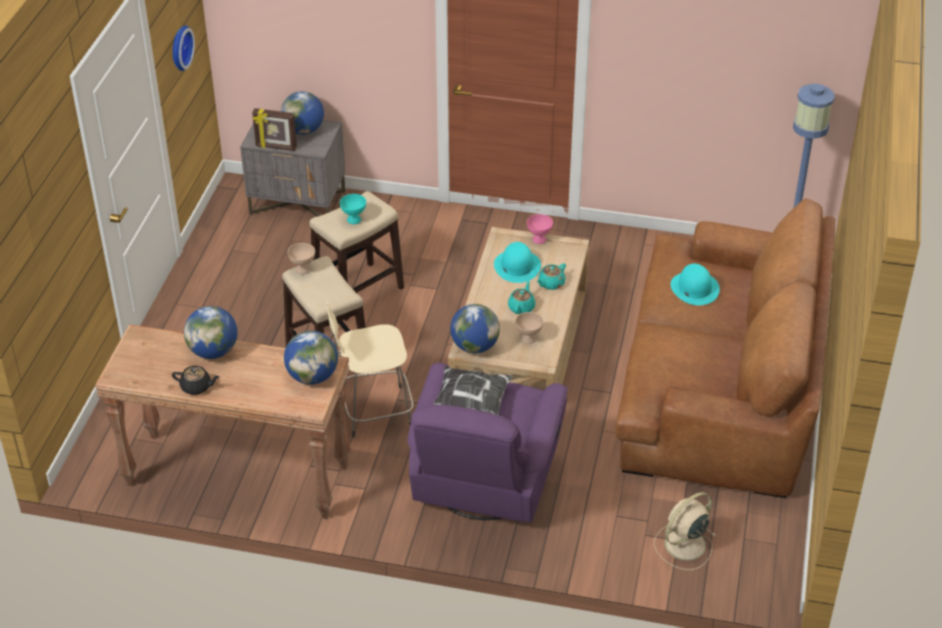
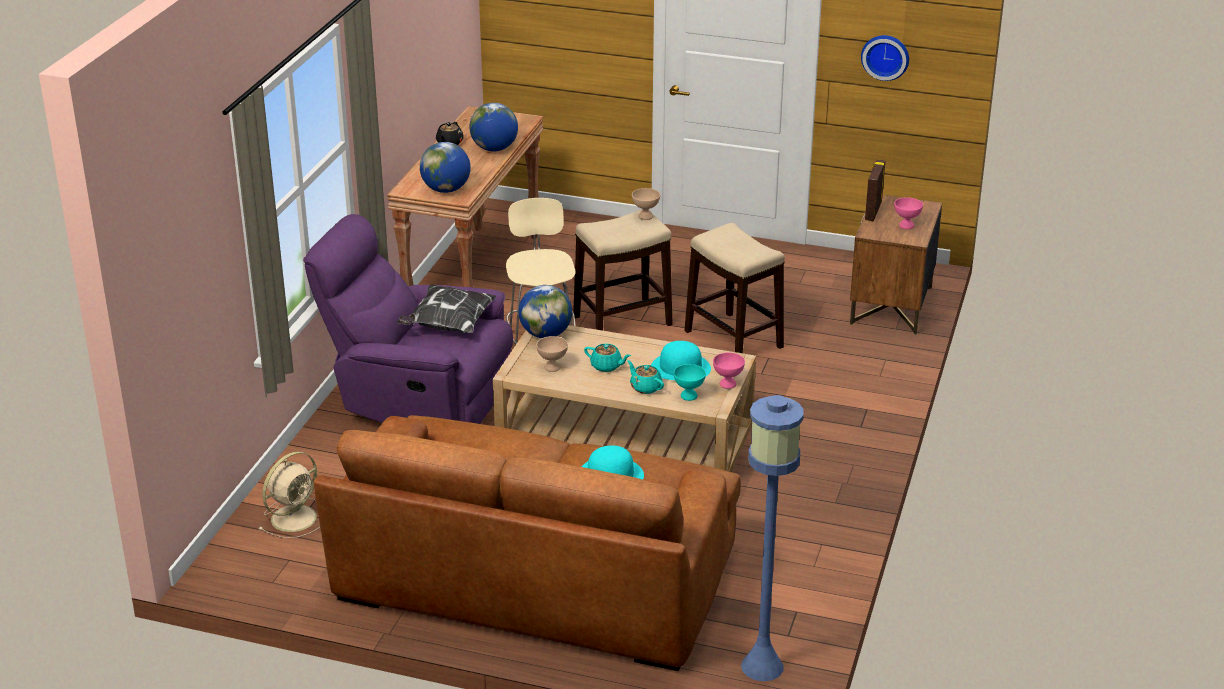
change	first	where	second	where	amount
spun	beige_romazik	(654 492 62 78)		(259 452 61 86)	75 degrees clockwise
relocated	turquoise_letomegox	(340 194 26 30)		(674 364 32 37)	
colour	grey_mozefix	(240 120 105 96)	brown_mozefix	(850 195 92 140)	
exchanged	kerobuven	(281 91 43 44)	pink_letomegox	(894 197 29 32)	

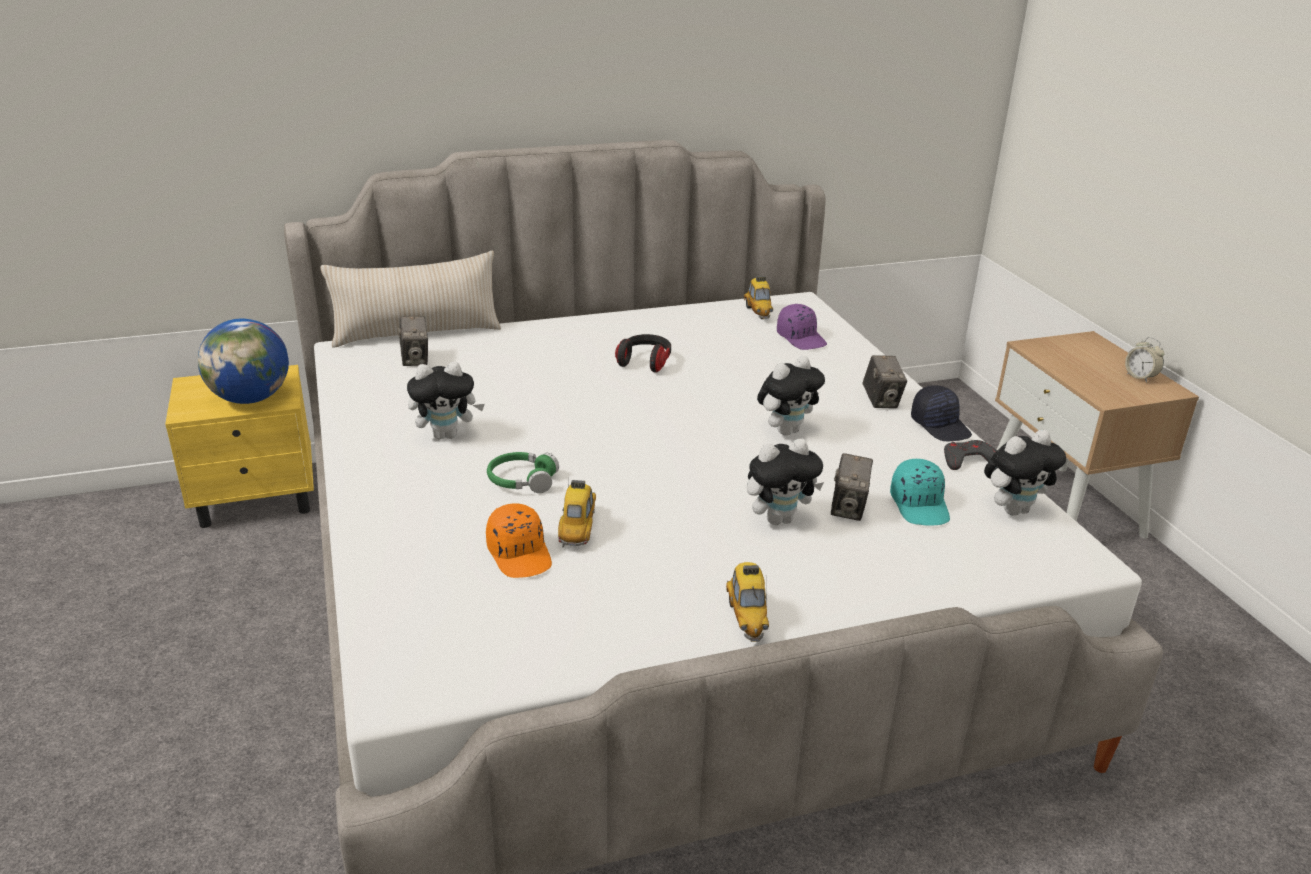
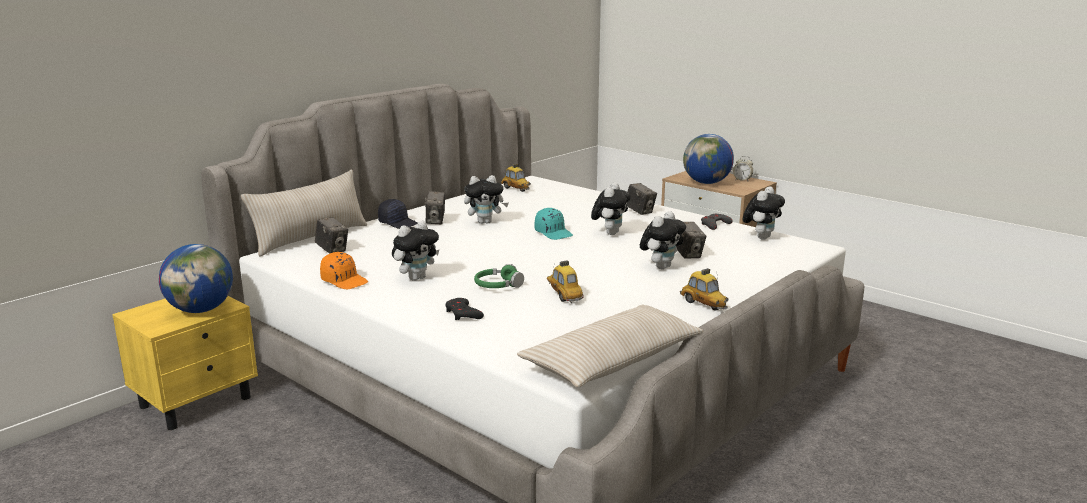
change	first	where	second	where	amount
relocated	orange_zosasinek	(486 503 66 75)		(320 252 48 37)	
relocated	black_zosasinek	(911 385 61 57)		(378 199 40 30)	
appeared			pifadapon	(425 191 20 33)	
appeared			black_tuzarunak	(445 298 39 22)	
exchanged	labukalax	(615 334 56 39)	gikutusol	(464 175 45 49)	
appeared			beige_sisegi	(517 305 187 82)	
relocated	turquoise_zosasinek	(890 459 60 67)		(535 208 38 32)	
appeared			kerobuven	(683 134 51 50)	
missing	purple_zosasinek	(777 304 50 46)			

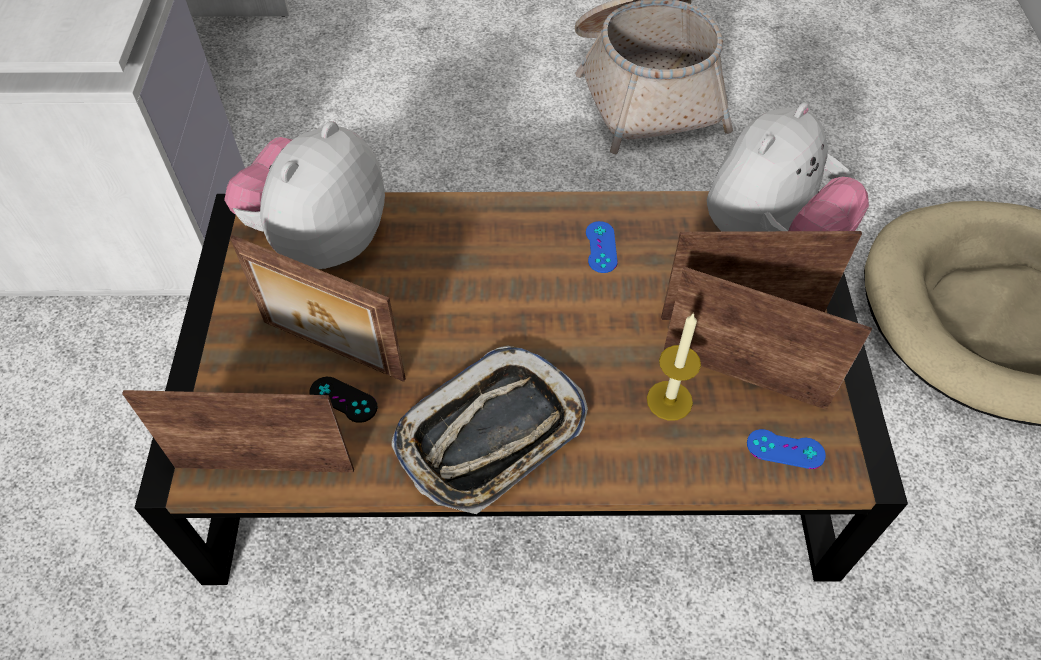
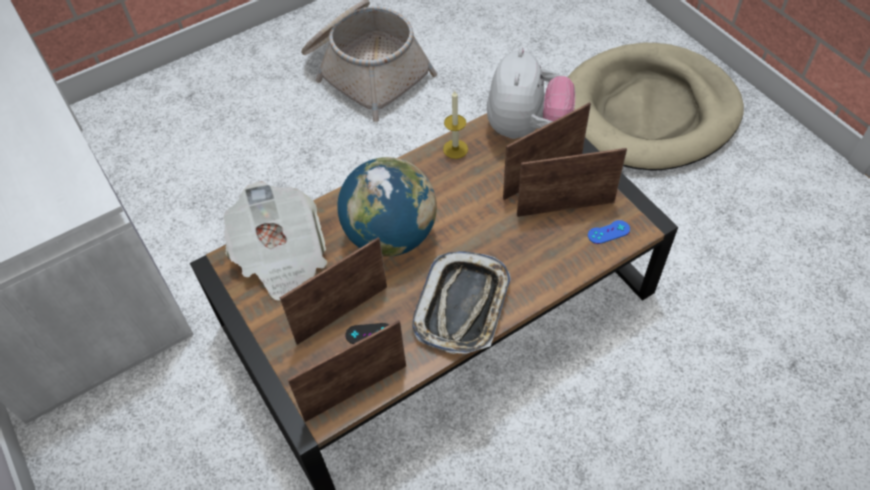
change	first	where	second	where	amount
exchanged	gikutusol	(224 121 161 148)	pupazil	(223 181 104 120)	
spun	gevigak	(230 235 176 147)		(279 237 108 108)	150 degrees clockwise
appeared			kerobuven	(337 157 100 99)	
relocated	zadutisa	(647 313 54 108)		(443 91 25 68)	
missing	blue_tuzarunak	(586 221 32 52)			

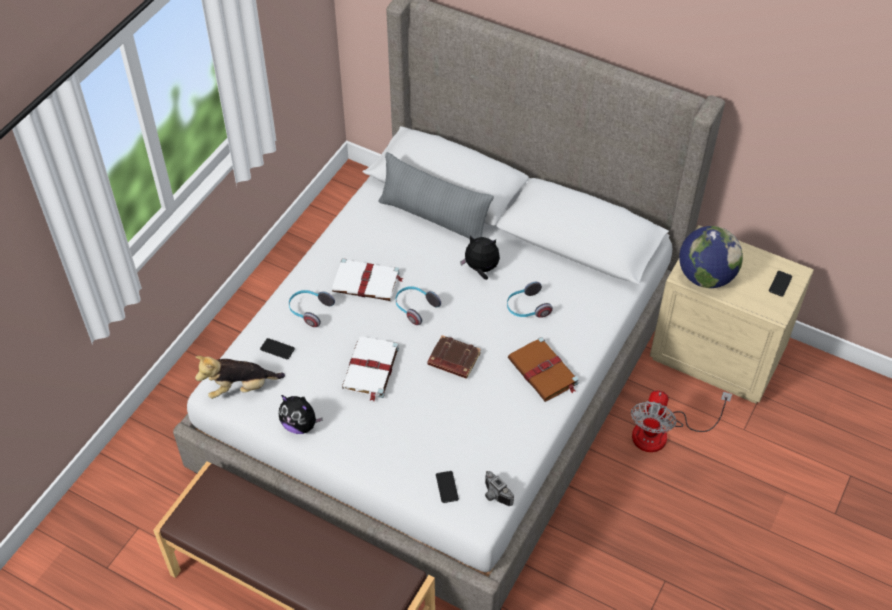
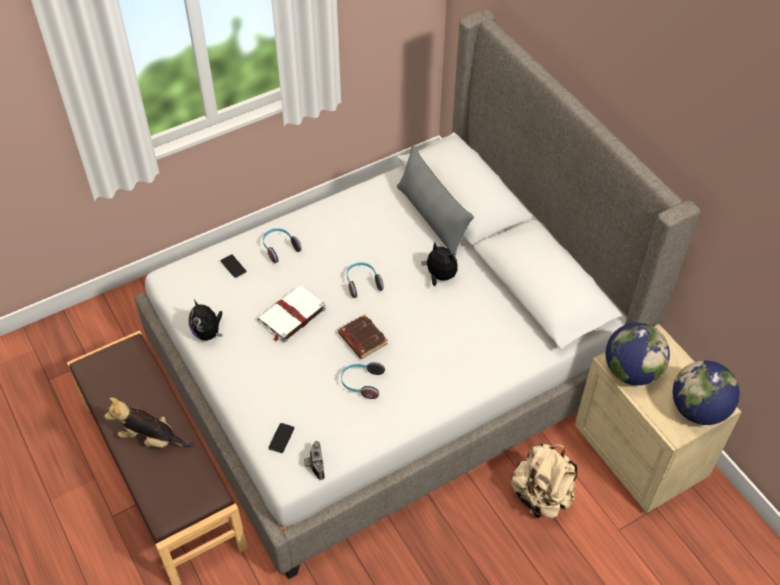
change	first	where	second	where	amount
relocated	gikutusol	(195 356 90 43)		(104 398 89 50)	
relocated	labukalax	(507 282 46 36)		(341 362 44 37)	
exchanged	romazik	(631 390 101 62)	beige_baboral	(511 444 66 74)	
exchanged	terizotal	(769 271 23 26)	kerobuven	(673 360 67 65)	
missing	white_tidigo	(332 258 72 43)			
missing	brown_tidigo	(508 337 71 65)			

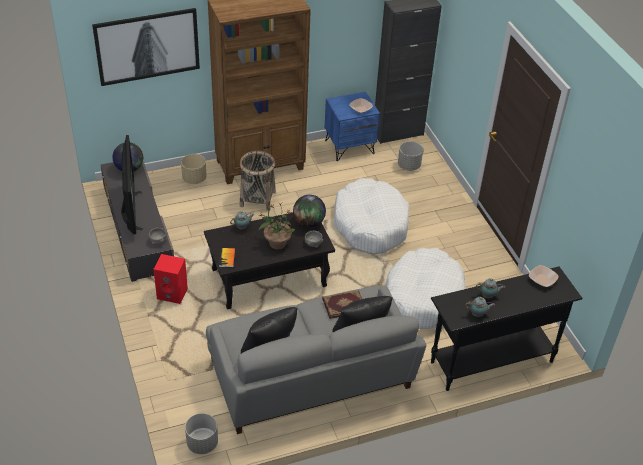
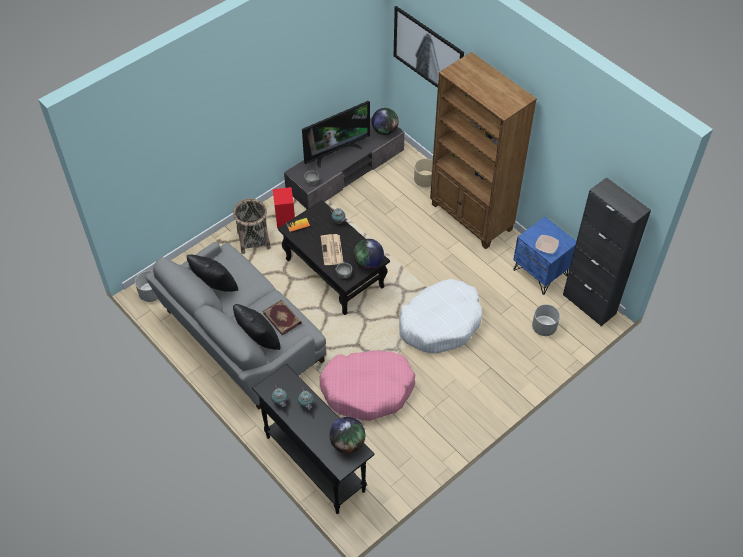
change	first	where	second	where	amount
relocated	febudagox	(240 151 36 60)		(233 199 38 55)	
colour	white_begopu	(386 248 80 81)	pink_begopu	(320 351 95 70)	
exchanged	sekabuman	(259 203 36 47)	pupazil	(321 234 22 31)	
exchanged	letomegox	(529 265 30 22)	kerobuven	(329 417 36 36)	

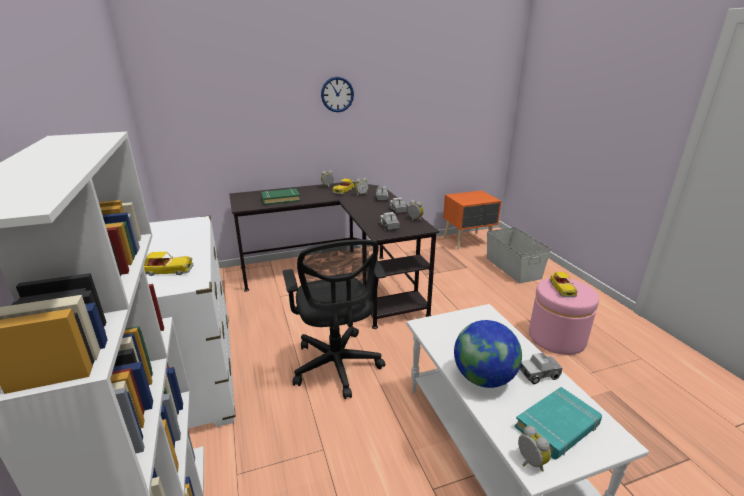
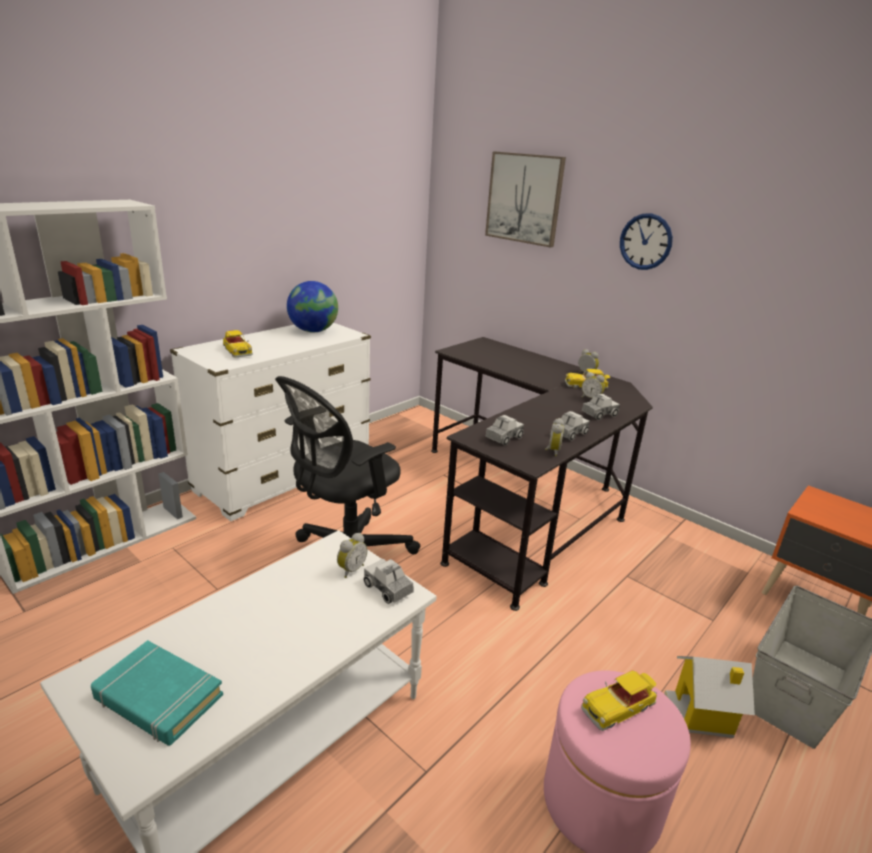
change	first	where	second	where	amount
relocated	kerobuven	(454 320 68 68)		(287 281 51 51)	
relocated	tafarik	(518 425 33 47)		(337 533 30 45)	
relocated	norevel	(519 353 43 31)		(364 559 49 45)	
appeared			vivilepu	(485 151 81 96)	
appeared			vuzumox	(665 656 90 82)	
missing	green_tidigo	(261 188 39 17)			

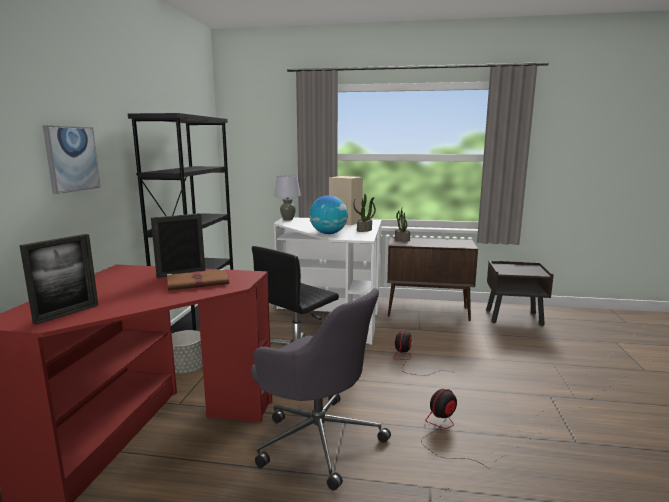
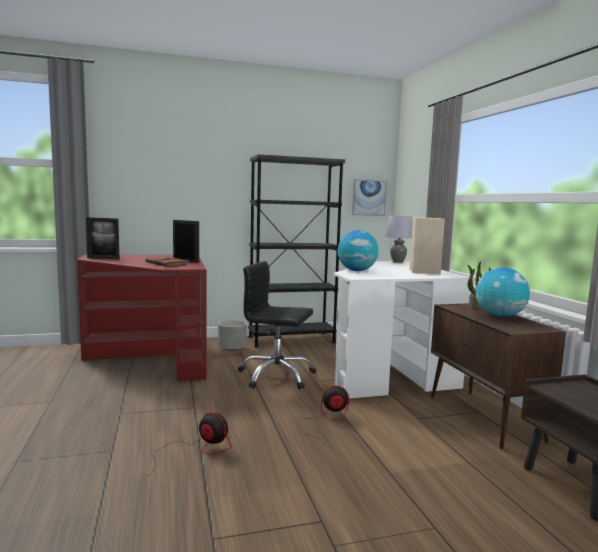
change	first	where	second	where	amount
relocated	vivilepu	(43 125 57 69)		(352 180 35 36)	
appeared			kerobuven	(476 267 54 50)	
missing	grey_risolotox	(251 288 140 203)			
missing	sekabuman	(353 194 23 38)			

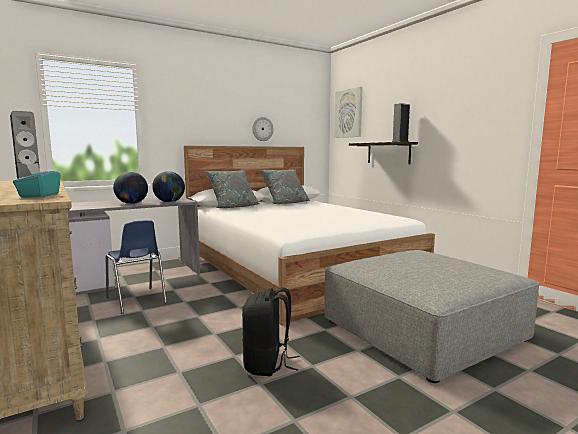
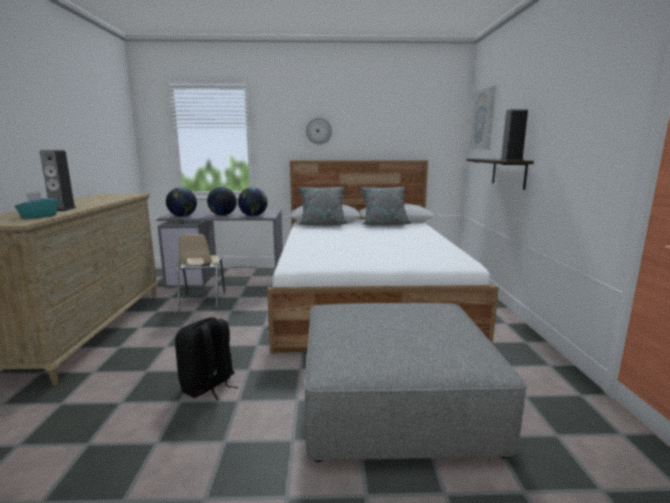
change	first	where	second	where	amount
appeared			kerobuven	(166 187 31 30)	
colour	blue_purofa	(106 220 61 94)	beige_purofa	(176 234 50 76)	
relocated	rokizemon	(252 117 22 24)		(306 117 26 28)	

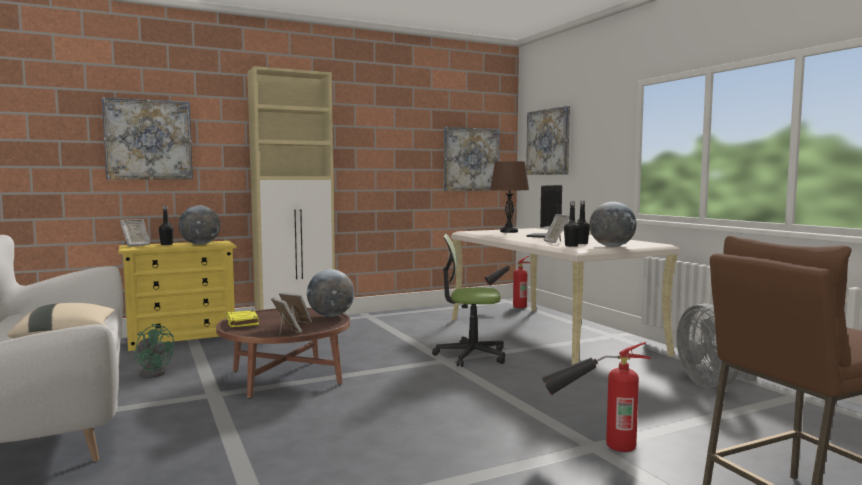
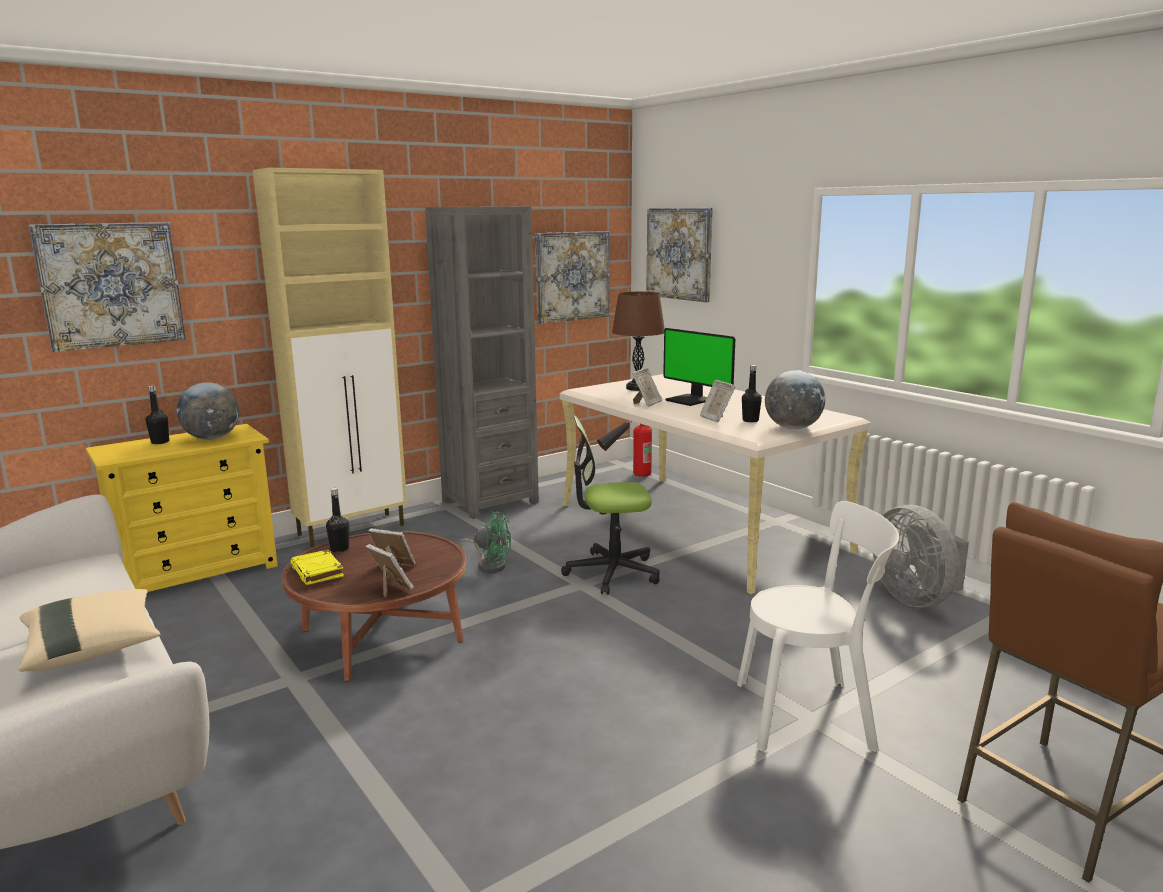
change	first	where	second	where	amount
relocated	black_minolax	(564 201 16 46)		(326 488 23 64)	
appeared			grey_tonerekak	(425 206 114 313)	
relocated	green_romazik	(135 324 40 54)		(460 511 51 62)	
relocated	gevigak	(120 219 30 28)		(632 368 31 39)	
spun	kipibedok	(526 185 36 53)		(663 328 72 78)	60 degrees counterclockwise
exchanged	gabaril	(542 342 109 110)	white_purofa	(737 501 162 251)	
missing	kerobuven	(307 269 47 48)			

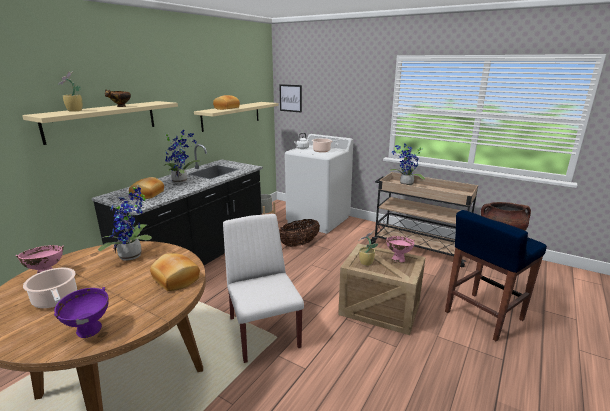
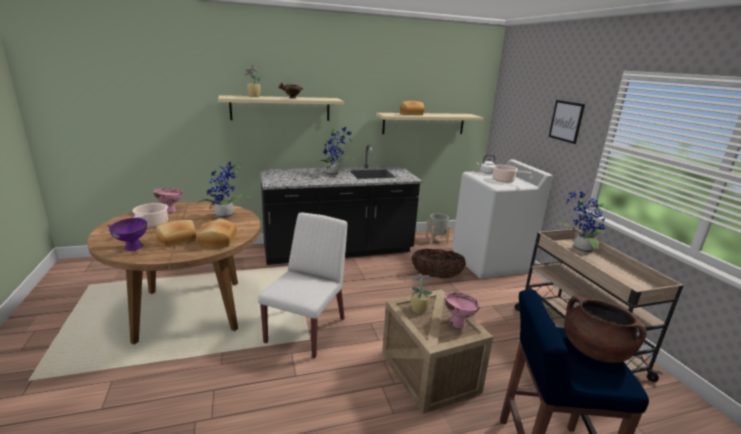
change	first	where	second	where	amount
relocated	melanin	(129 177 35 22)		(156 220 40 27)	
relocated	vivilepu	(279 84 23 29)		(549 100 36 44)	

